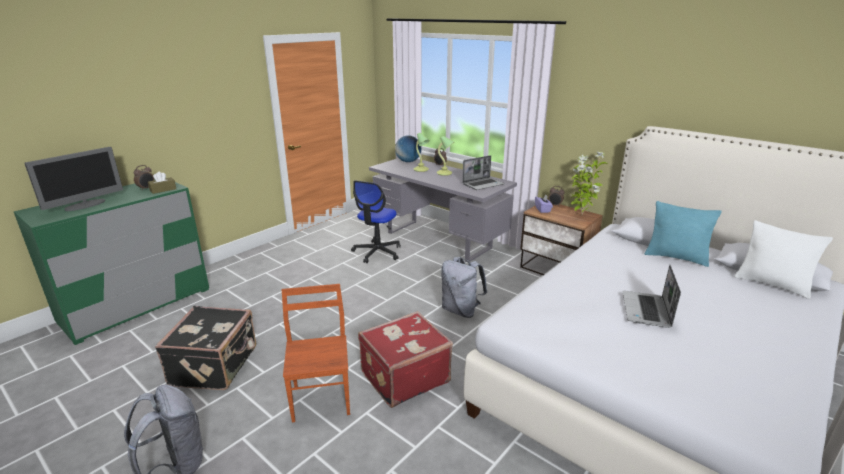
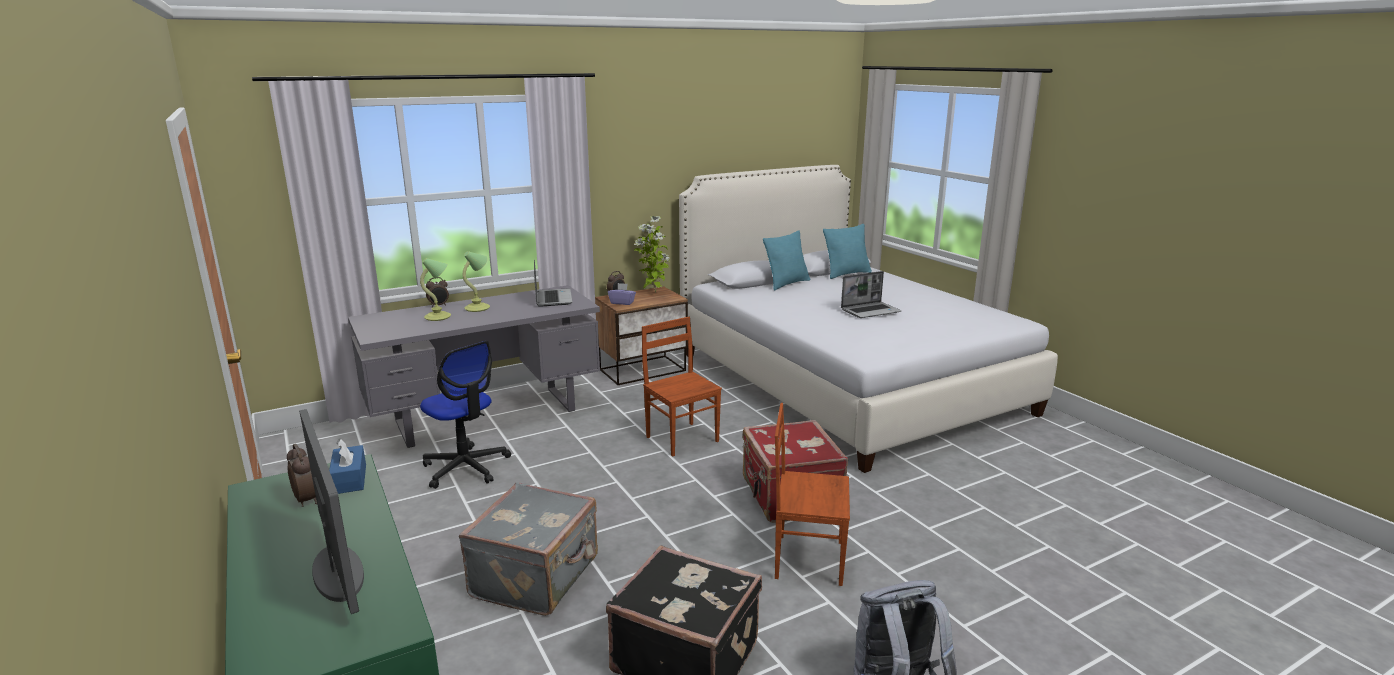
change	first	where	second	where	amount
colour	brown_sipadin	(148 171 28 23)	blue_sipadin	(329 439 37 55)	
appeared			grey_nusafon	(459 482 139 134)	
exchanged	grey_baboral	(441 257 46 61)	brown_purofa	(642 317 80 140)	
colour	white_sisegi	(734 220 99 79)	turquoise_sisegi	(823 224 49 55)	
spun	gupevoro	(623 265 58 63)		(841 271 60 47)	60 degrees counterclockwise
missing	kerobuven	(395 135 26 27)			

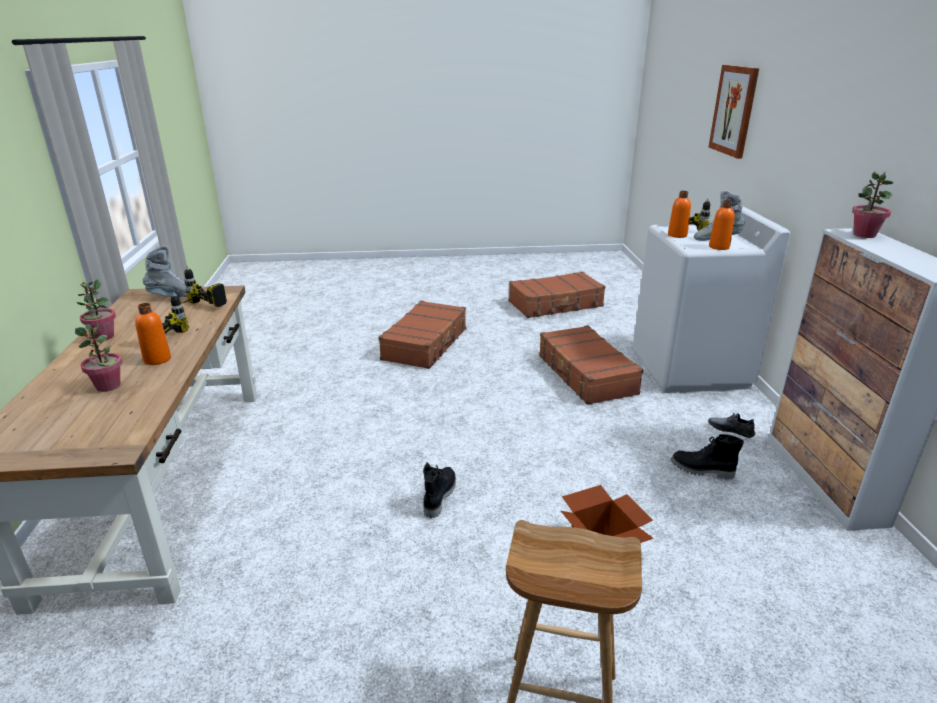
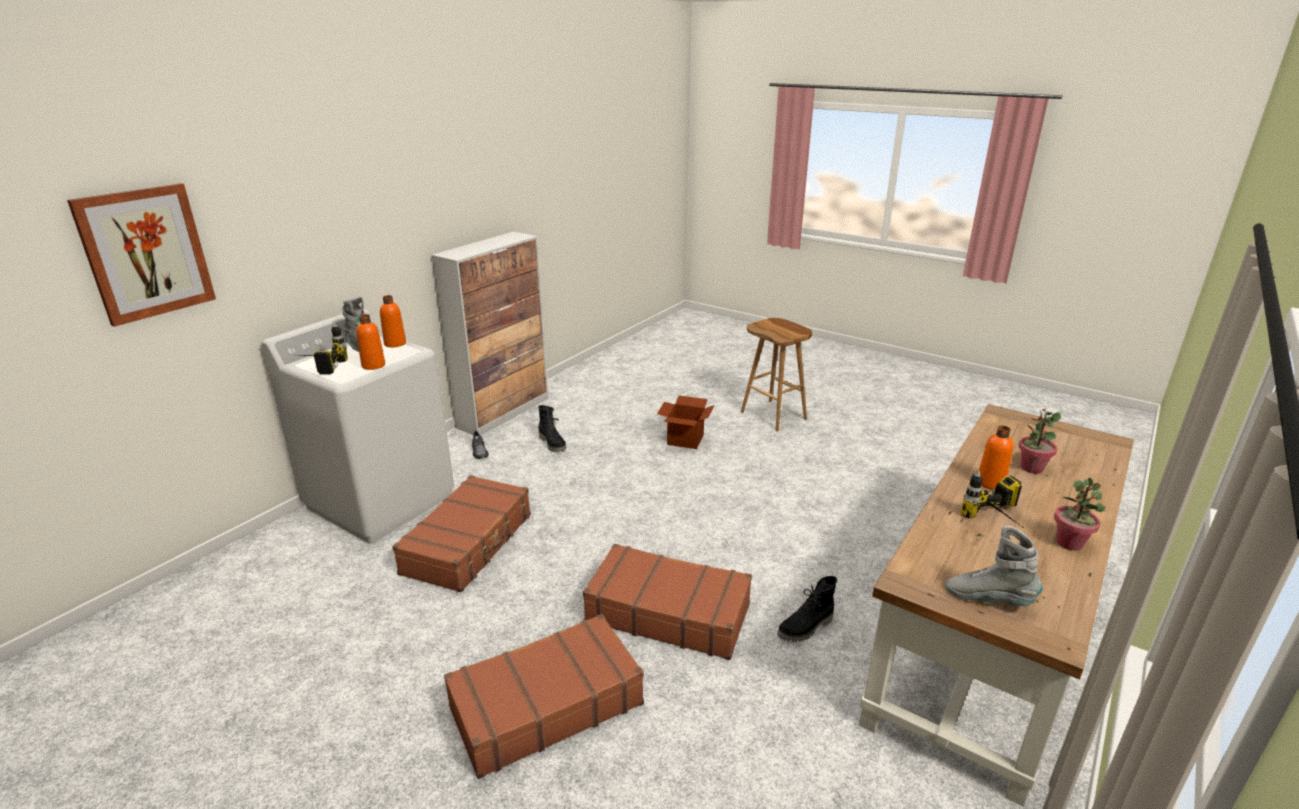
change	first	where	second	where	amount
relocated	brown_nusafon	(509 271 96 47)		(583 544 169 116)	
relocated	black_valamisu	(423 462 33 56)		(777 576 60 66)	
missing	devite	(181 266 46 41)			
missing	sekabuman	(852 172 41 66)			

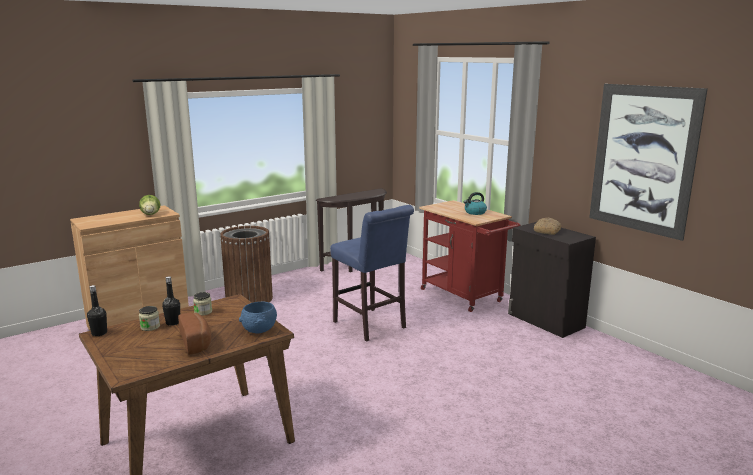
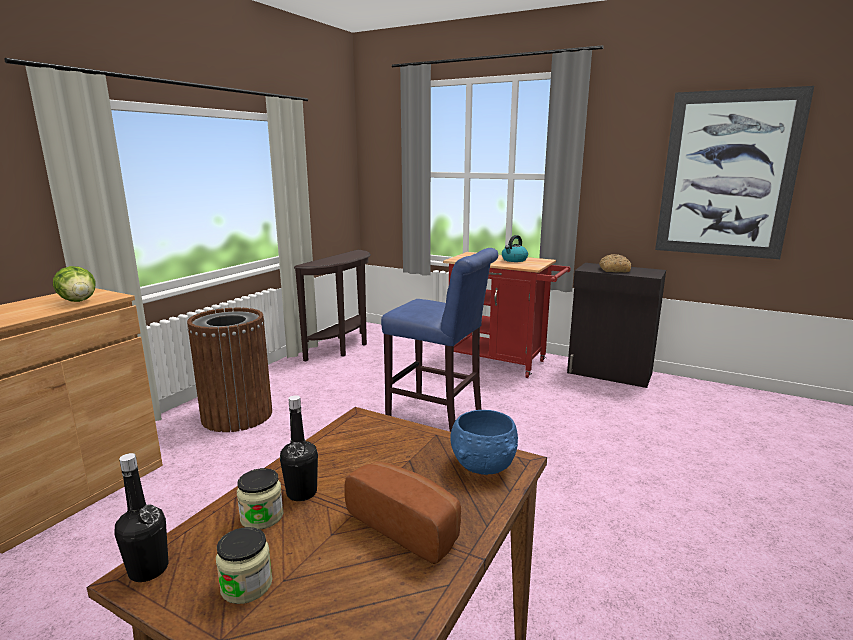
change	first	where	second	where	amount
relocated	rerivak	(193 292 19 24)		(216 527 56 77)	

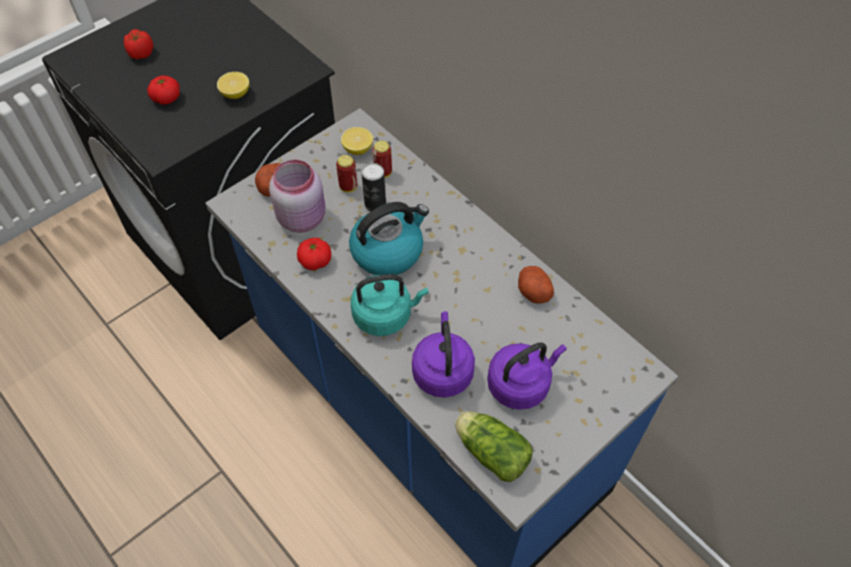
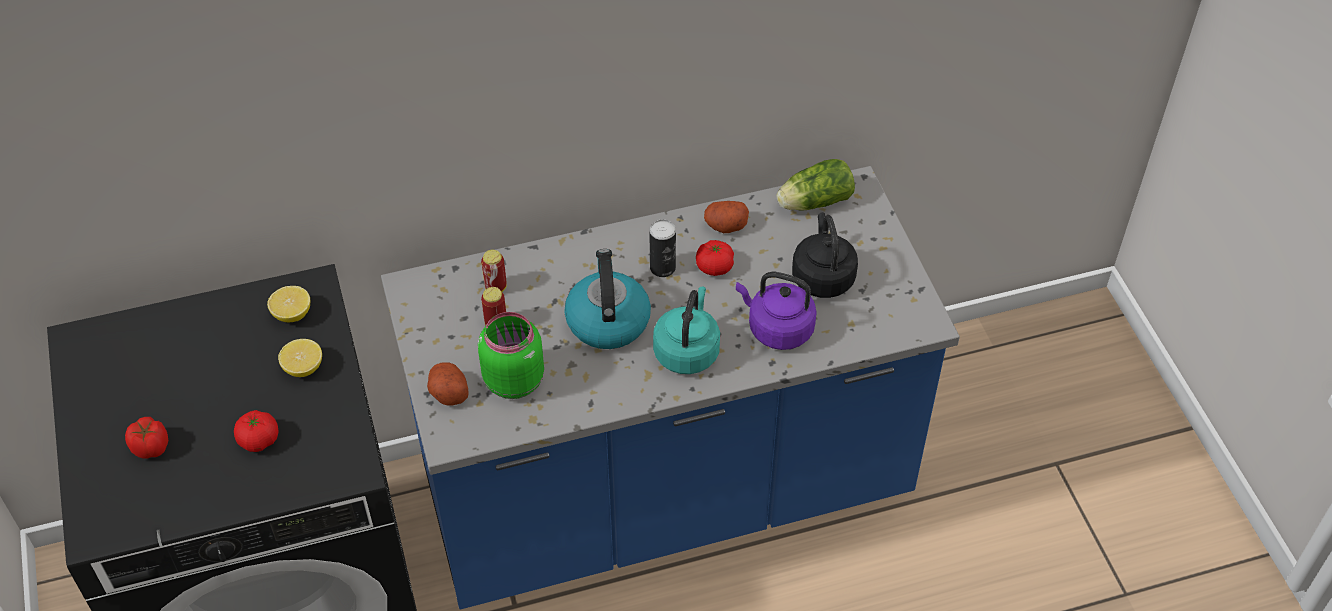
change	first	where	second	where	amount
relocated	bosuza	(341 127 32 28)		(267 286 43 36)	
colour	pink_rerivak	(269 160 56 72)	green_rerivak	(478 312 66 87)	
relocated	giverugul	(362 163 24 48)		(649 220 27 57)	
relocated	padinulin	(297 238 34 32)		(696 240 38 36)	
relocated	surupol	(455 411 78 71)		(777 159 78 52)	
colour	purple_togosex	(487 342 80 68)	black_togosex	(792 212 66 86)	

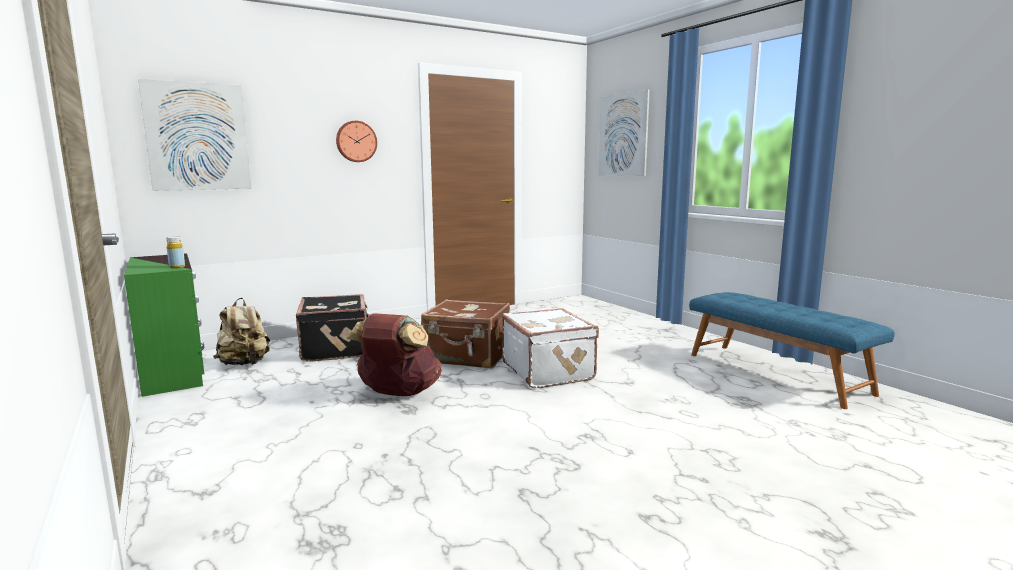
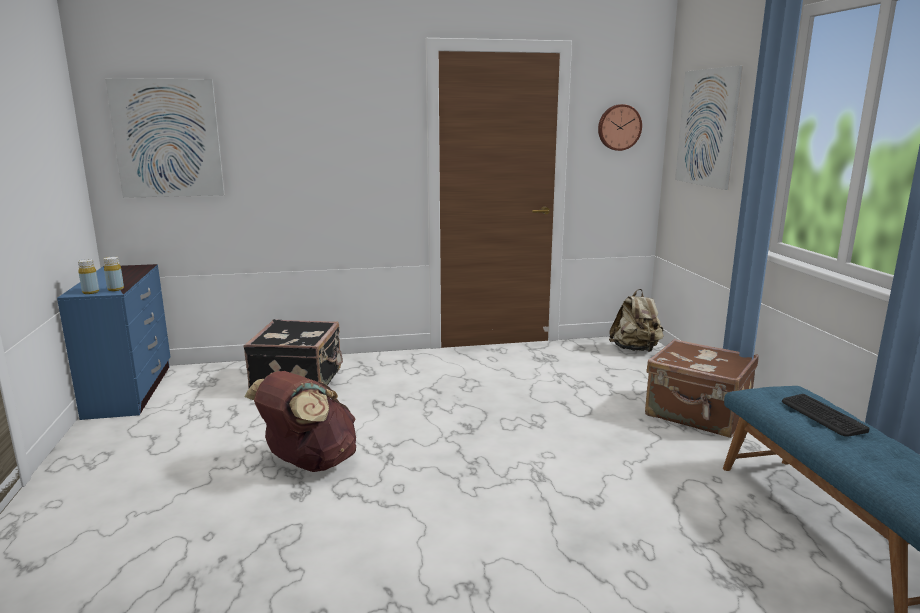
change	first	where	second	where	amount
colour	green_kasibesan	(124 253 80 144)	blue_kasibesan	(57 264 113 156)	
appeared			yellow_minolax	(78 259 21 35)	
relocated	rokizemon	(336 121 41 41)		(598 104 44 47)	
relocated	beige_baboral	(213 298 57 67)		(609 289 55 63)	
relocated	brown_nusafon	(421 299 89 70)		(645 339 113 99)	
appeared			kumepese	(782 394 88 43)	
missing	white_nusafon	(502 308 97 80)			

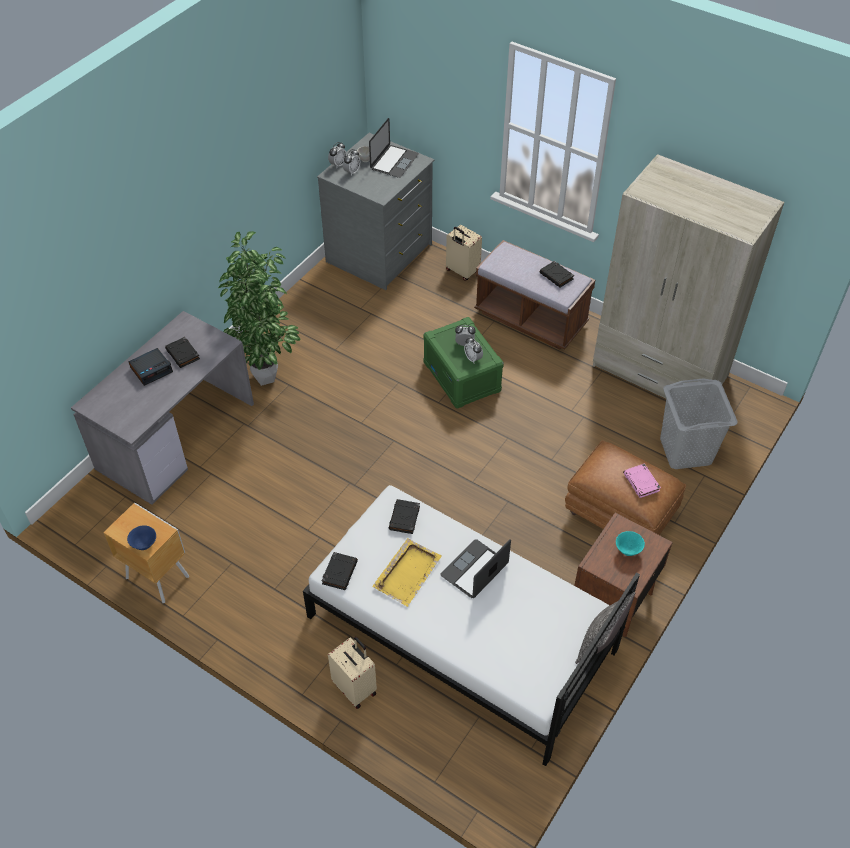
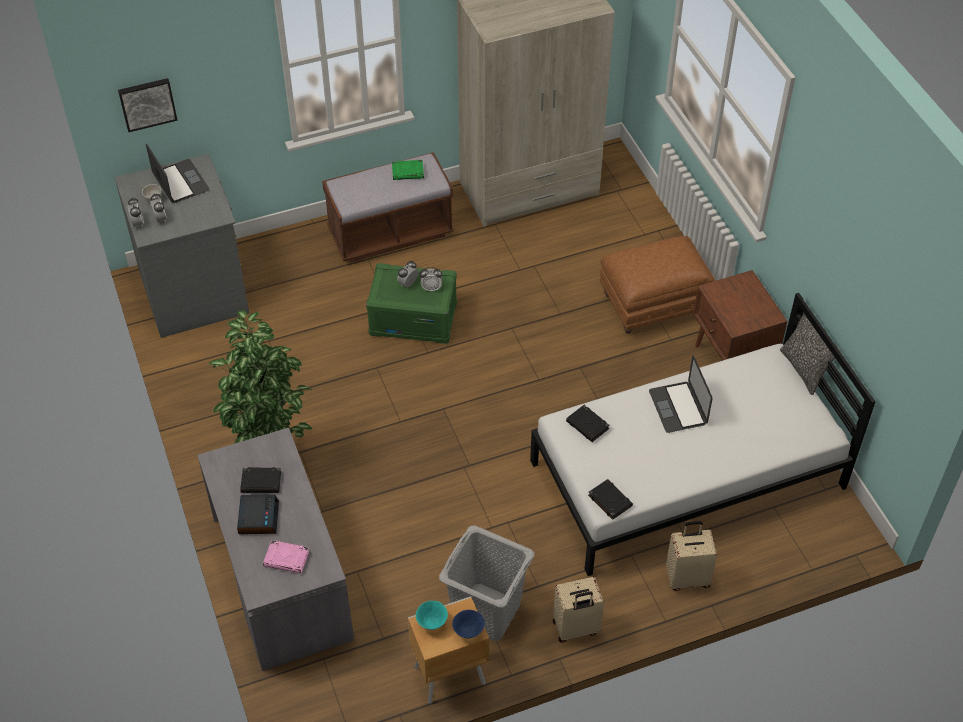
change	first	where	second	where	amount
appeared			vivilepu	(118 78 59 54)	
relocated	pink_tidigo	(623 463 38 35)		(263 540 46 34)	
colour	black_tidigo	(540 261 34 26)	green_tidigo	(392 160 32 20)	
relocated	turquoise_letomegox	(616 531 29 25)		(416 601 32 29)	
relocated	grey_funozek	(660 378 78 91)		(439 526 95 115)	
relocated	beige_nusafon	(446 225 36 55)		(553 577 51 66)	
missing	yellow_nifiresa	(372 538 70 69)			

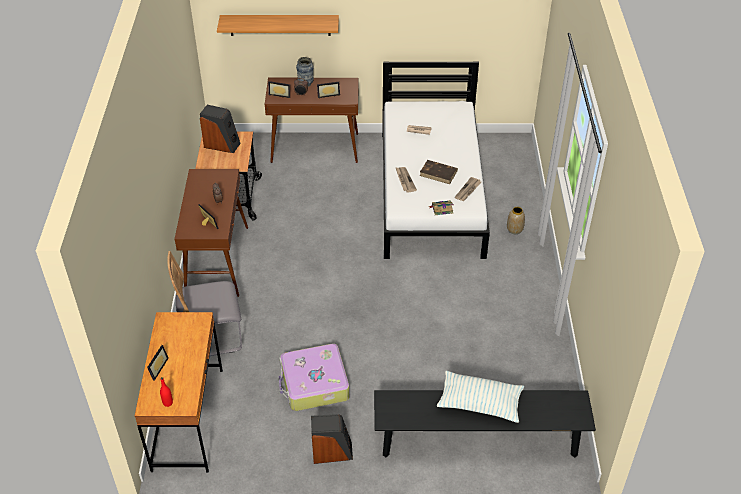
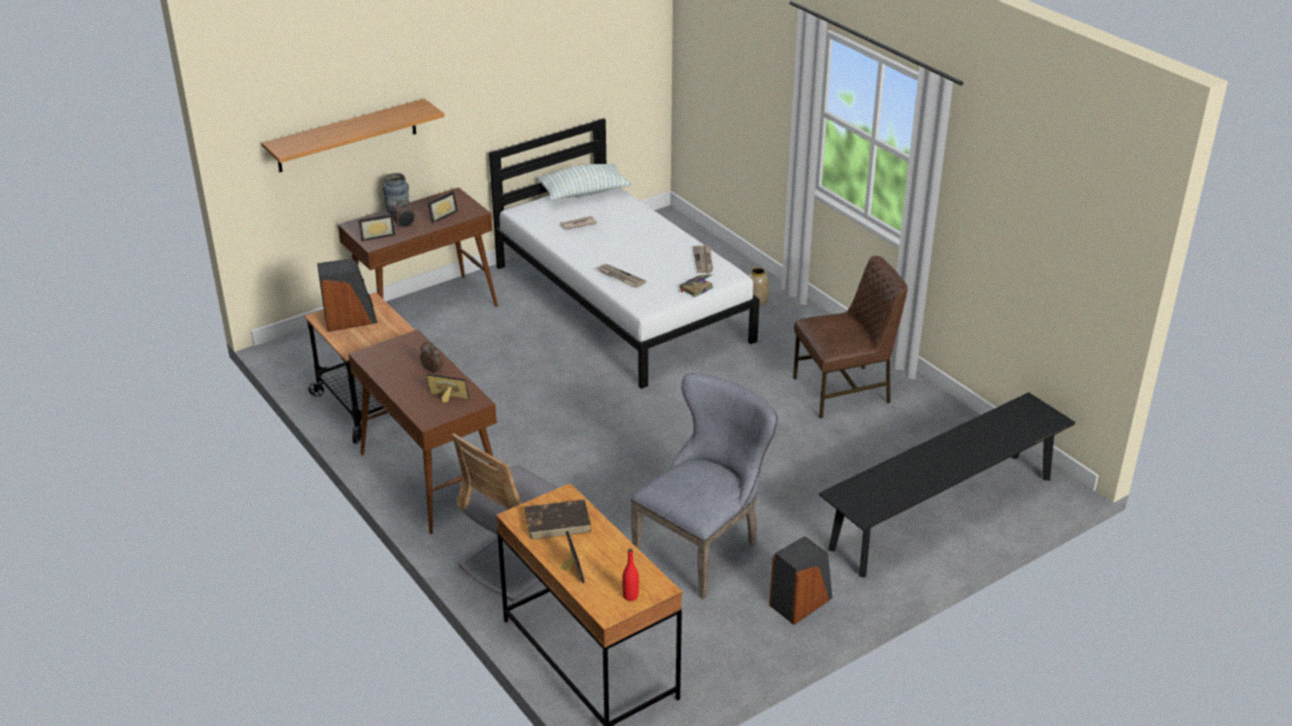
change	first	where	second	where	amount
relocated	brown_tidigo	(420 160 38 24)		(525 499 66 41)	
relocated	sisegi	(437 371 87 52)		(537 163 95 37)	
exchanged	nusafon	(279 343 70 68)	grey_purofa	(631 373 147 226)	
appeared			brown_purofa	(793 256 115 162)	

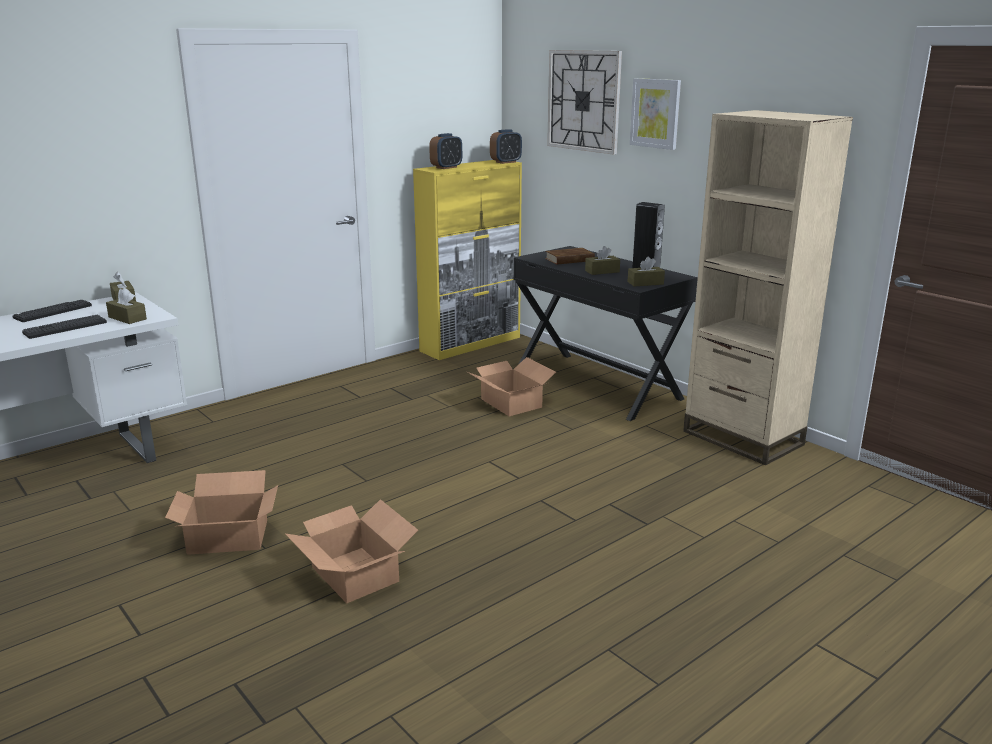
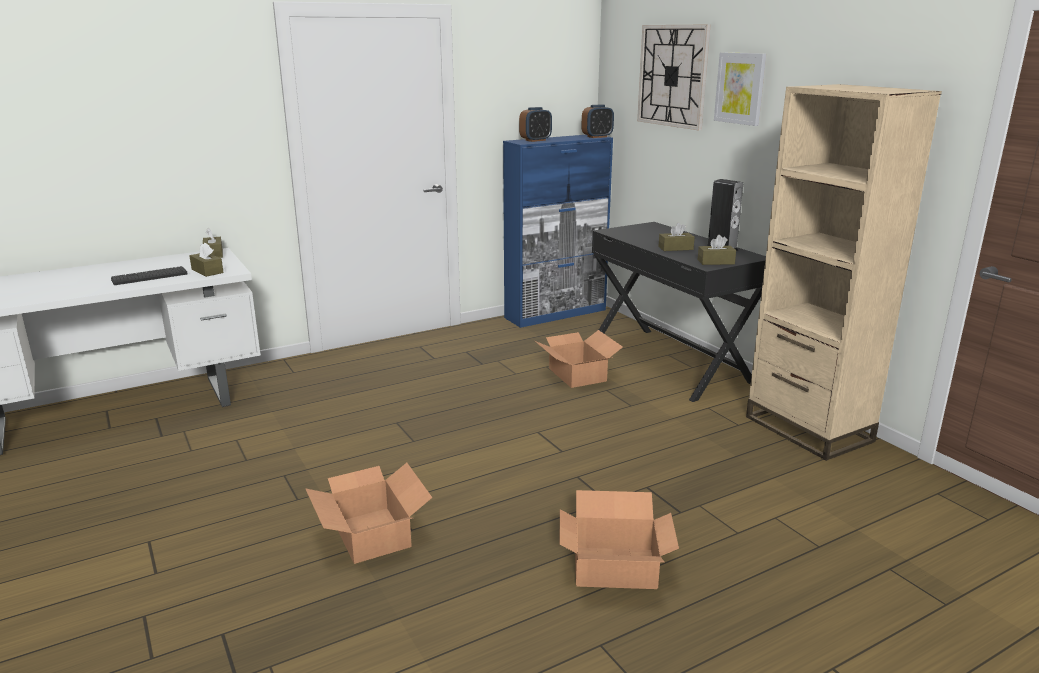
change	first	where	second	where	amount
colour	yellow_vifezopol	(413 160 109 200)	blue_vifezopol	(503 135 110 193)	
relocated	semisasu	(165 470 113 85)		(560 490 119 99)	
missing	kumepese	(13 300 79 22)			
missing	brown_tidigo	(545 248 50 17)			

